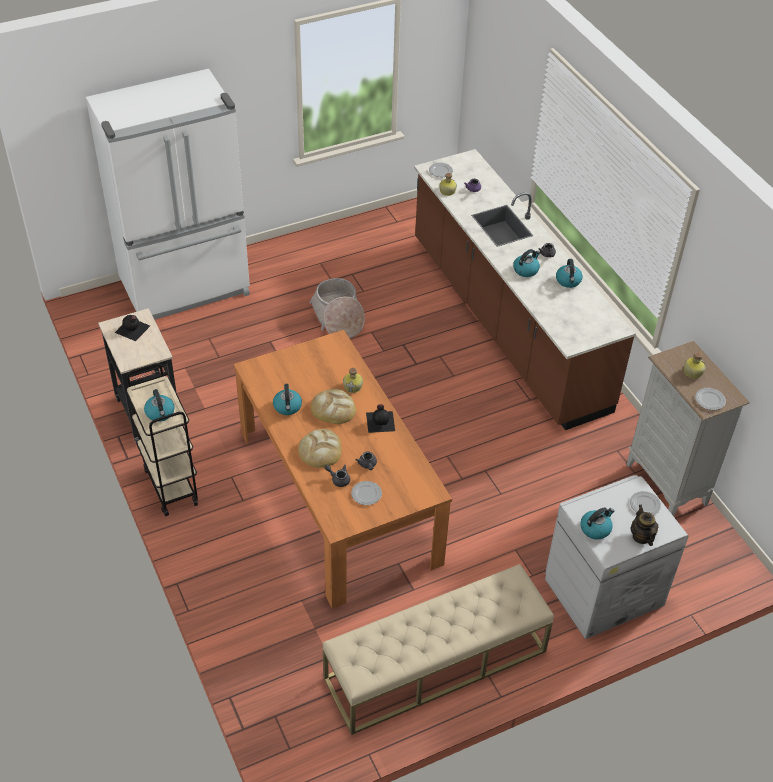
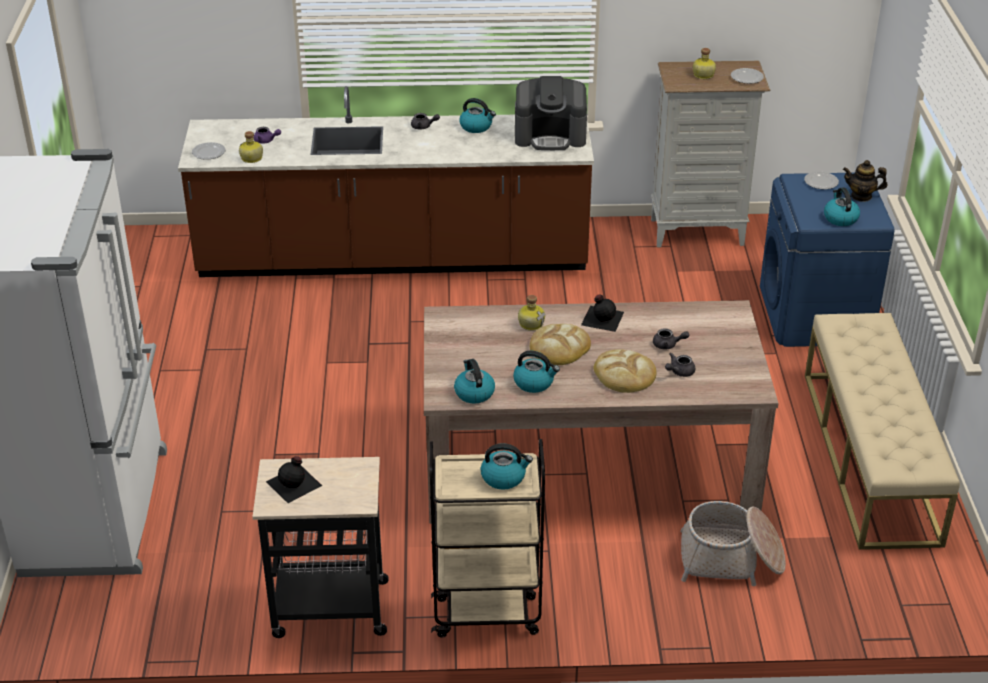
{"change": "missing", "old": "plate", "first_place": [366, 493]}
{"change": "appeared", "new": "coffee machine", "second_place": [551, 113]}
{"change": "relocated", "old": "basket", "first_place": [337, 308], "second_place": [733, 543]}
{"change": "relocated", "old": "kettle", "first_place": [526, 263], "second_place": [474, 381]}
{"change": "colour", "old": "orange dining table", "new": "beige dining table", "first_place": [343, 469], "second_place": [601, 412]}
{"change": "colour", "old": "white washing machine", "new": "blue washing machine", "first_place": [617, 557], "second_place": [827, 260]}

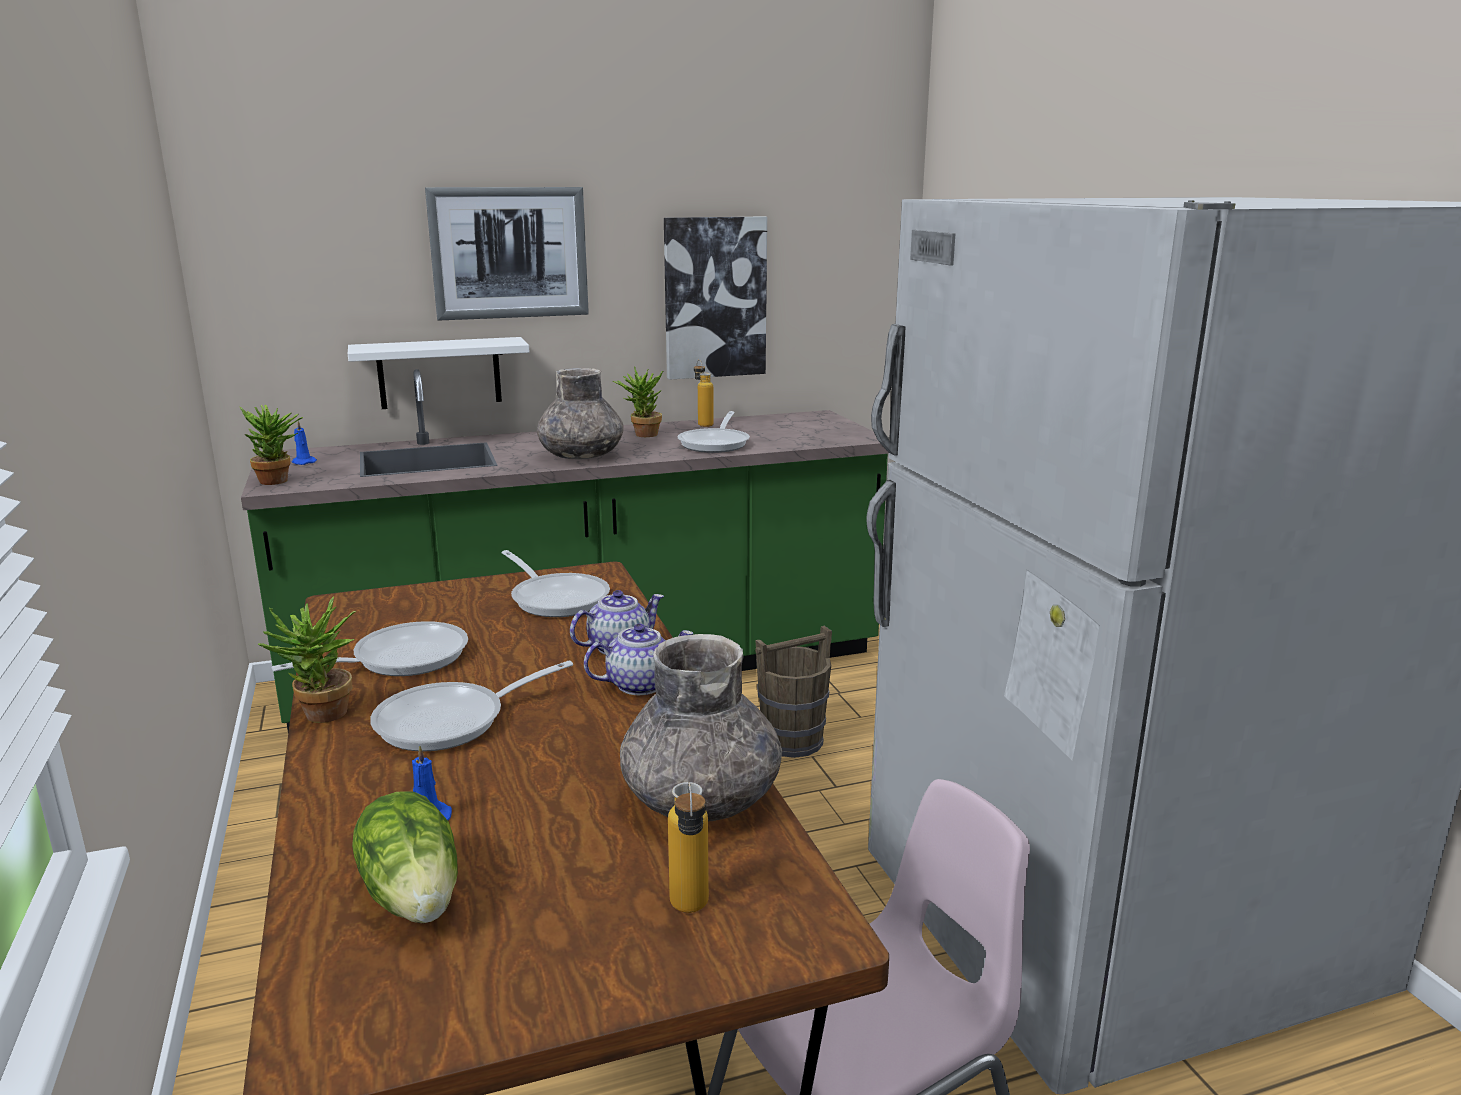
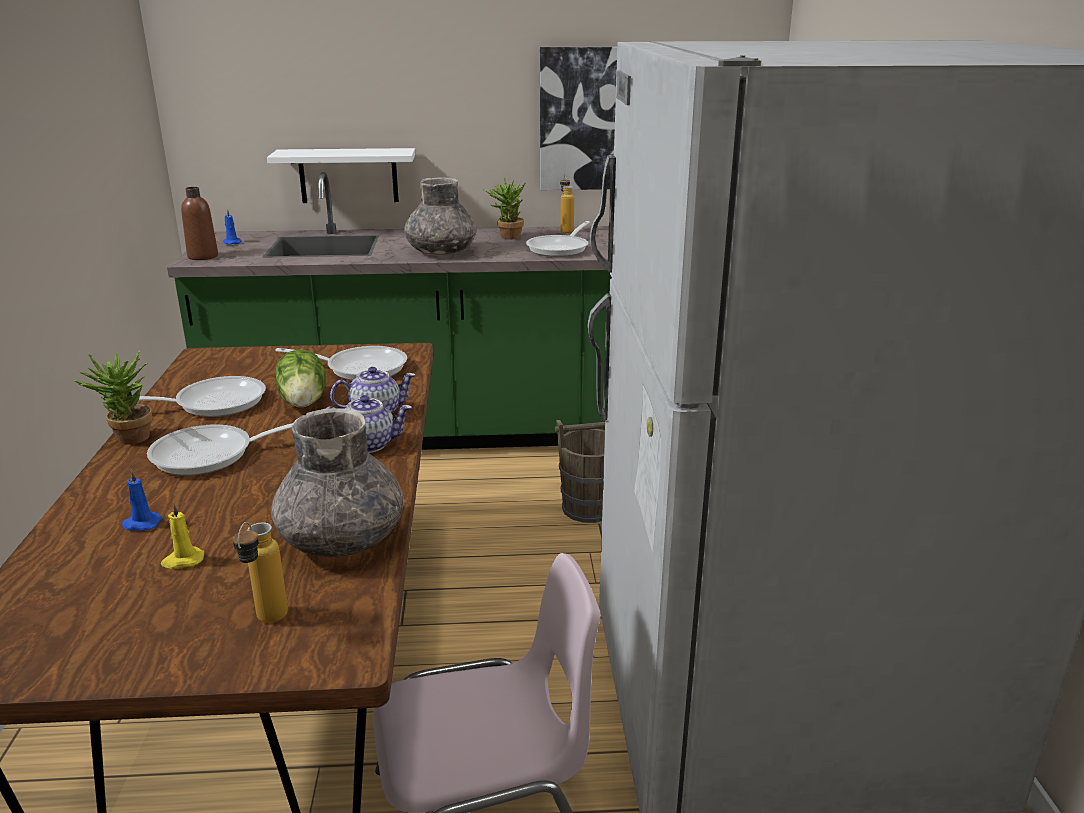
{"change": "missing", "old": "picture", "first_place": [507, 253]}
{"change": "appeared", "new": "yellow candle", "second_place": [182, 535]}
{"change": "relocated", "old": "lettuce", "first_place": [405, 857], "second_place": [301, 378]}
{"change": "exchanged", "old": "potted plant", "new": "brown bottle", "first_place": [271, 445], "second_place": [199, 223]}
{"change": "spun", "old": "frying pan", "first_place": [555, 583], "second_place": [341, 363], "degrees": -60}

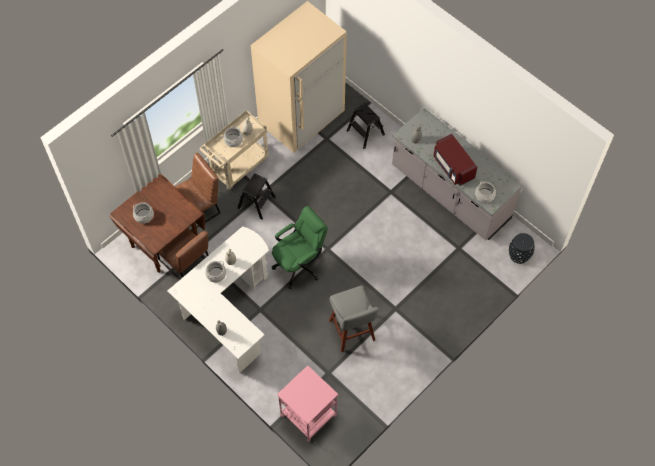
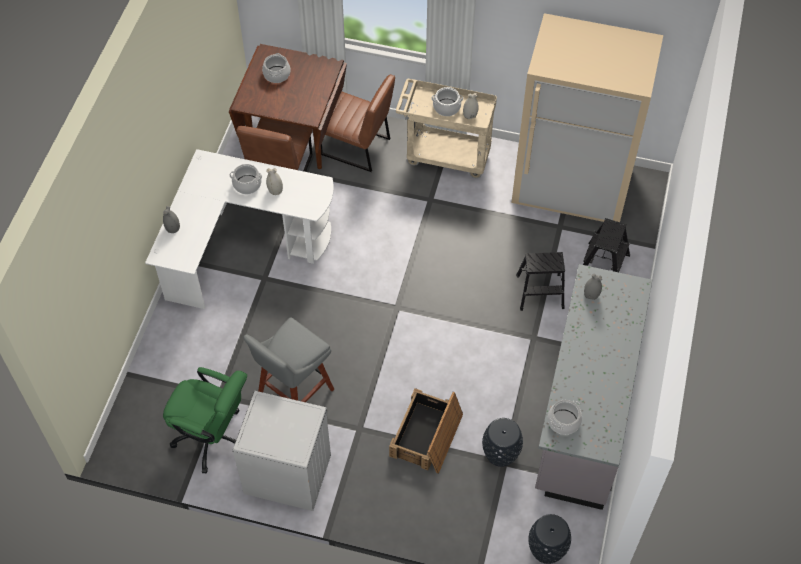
{"change": "missing", "old": "pink cart", "first_place": [307, 403]}
{"change": "missing", "old": "red microwave", "first_place": [456, 160]}
{"change": "appeared", "new": "white washing machine", "second_place": [282, 451]}
{"change": "appeared", "new": "crate", "second_place": [426, 431]}
{"change": "appeared", "new": "black stool", "second_place": [502, 442]}
{"change": "relocated", "old": "black step ladder", "first_place": [256, 196], "second_place": [540, 281]}
{"change": "relocated", "old": "green office chair", "first_place": [300, 247], "second_place": [205, 420]}

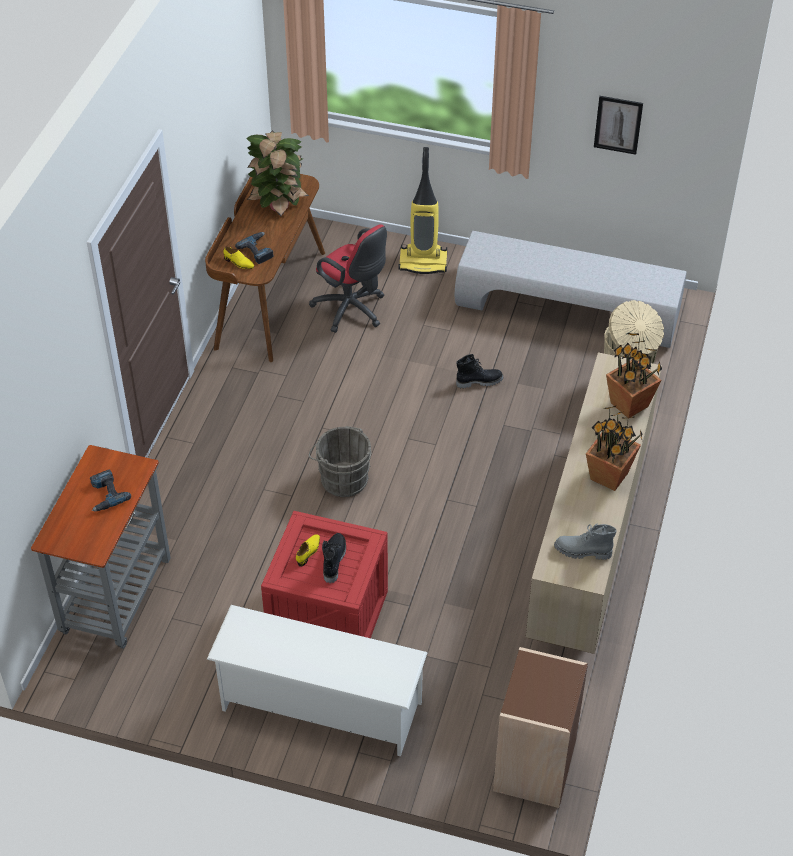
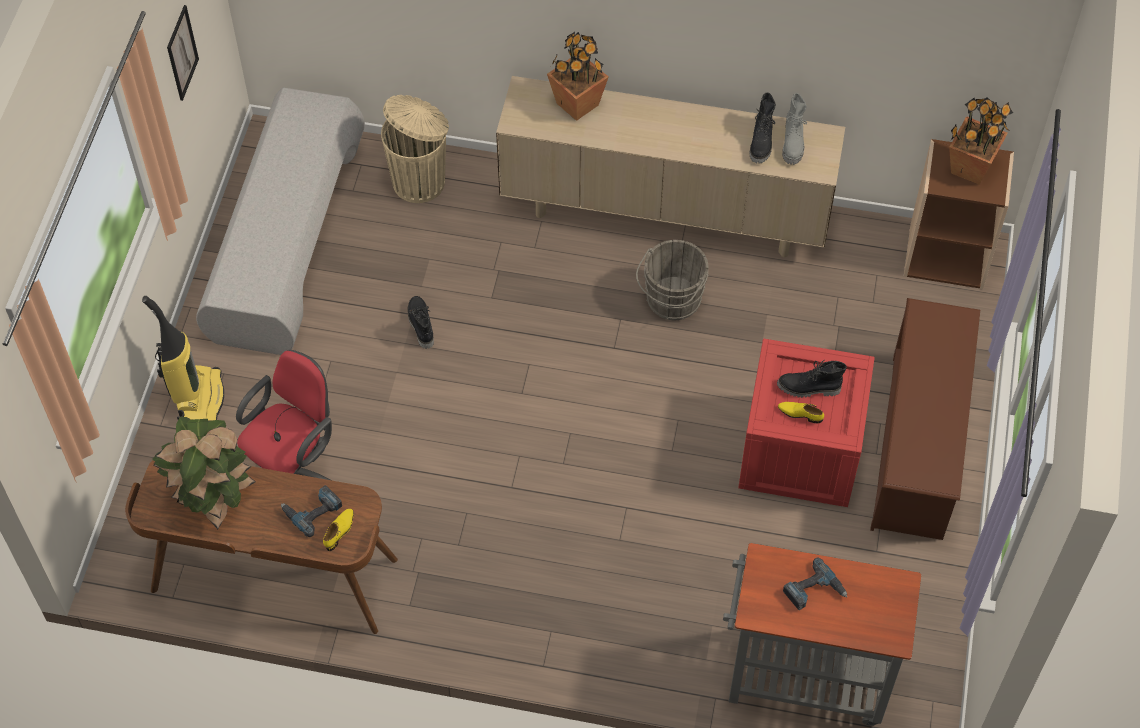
{"change": "appeared", "new": "black boot", "second_place": [762, 128]}
{"change": "relocated", "old": "grey bucket", "first_place": [340, 461], "second_place": [672, 280]}
{"change": "relocated", "old": "potted plant", "first_place": [614, 448], "second_place": [981, 140]}
{"change": "colour", "old": "white shoe rack", "new": "brown shoe rack", "first_place": [317, 680], "second_place": [925, 419]}

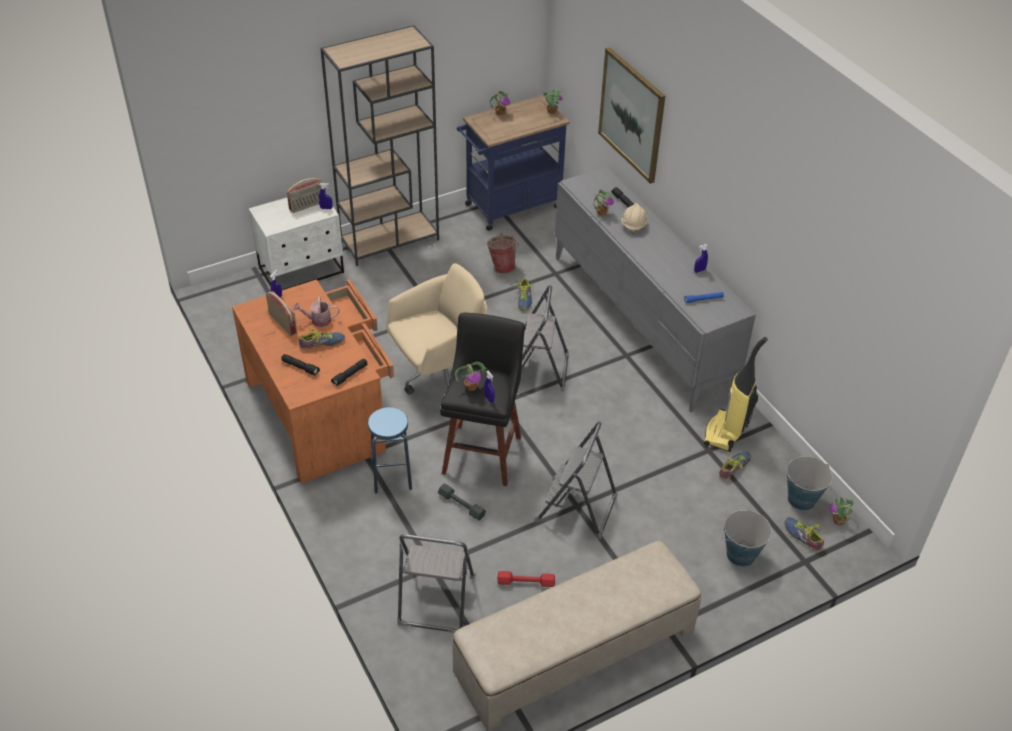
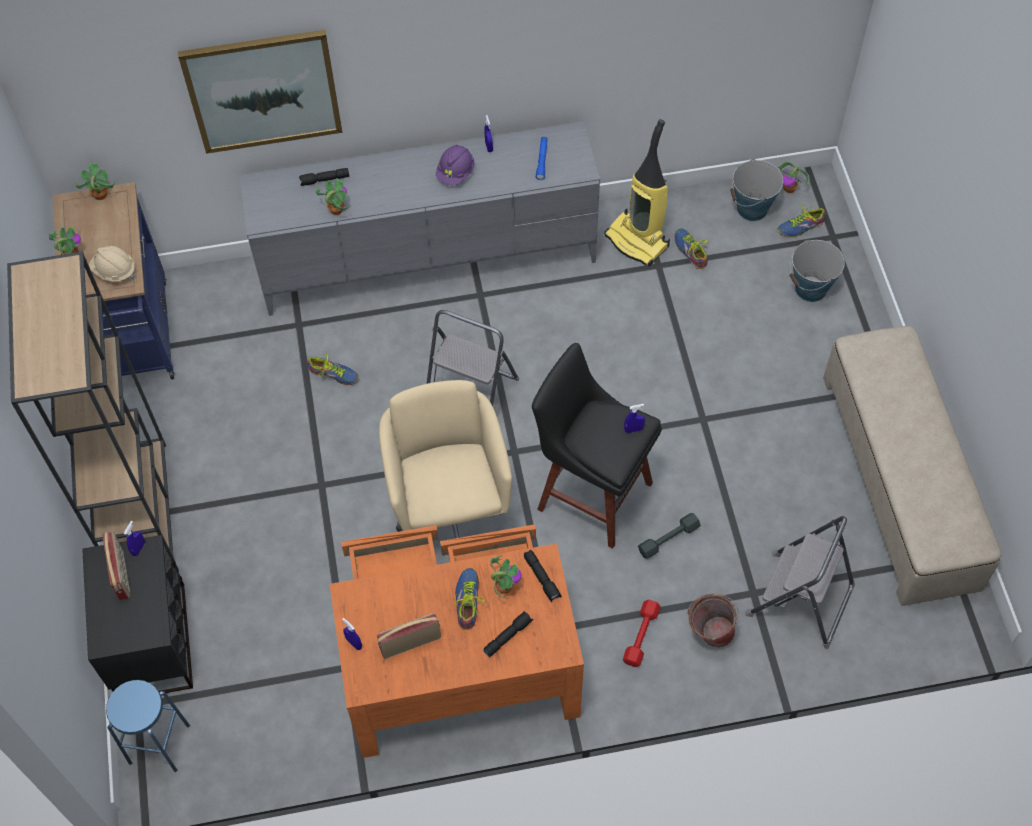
{"change": "missing", "old": "watering can", "first_place": [316, 312]}
{"change": "missing", "old": "grey step ladder", "first_place": [575, 480]}
{"change": "appeared", "new": "purple hard hat", "second_place": [455, 165]}
{"change": "relocated", "old": "blue stool", "first_place": [390, 450], "second_place": [148, 726]}
{"change": "relocated", "old": "potted plant", "first_place": [471, 376], "second_place": [506, 576]}
{"change": "relocated", "old": "bucket", "first_place": [503, 253], "second_place": [713, 620]}
{"change": "relocated", "old": "red dumbbell", "first_place": [526, 579], "second_place": [642, 633]}
{"change": "relocated", "old": "beige hard hat", "first_place": [635, 218], "second_place": [112, 264]}
{"change": "colour", "old": "white nightstand", "new": "black nightstand", "first_place": [296, 244], "second_place": [137, 614]}

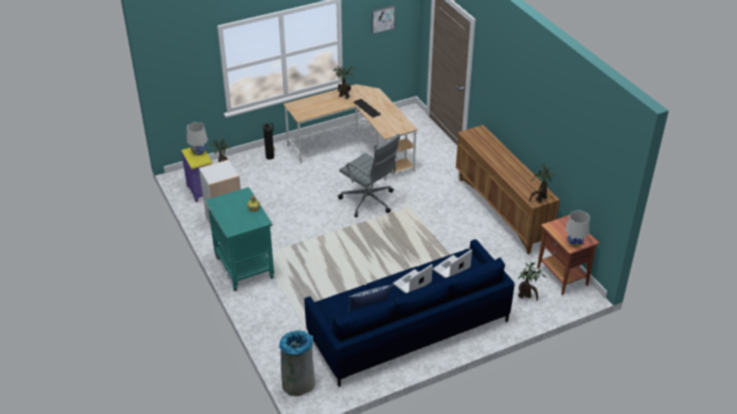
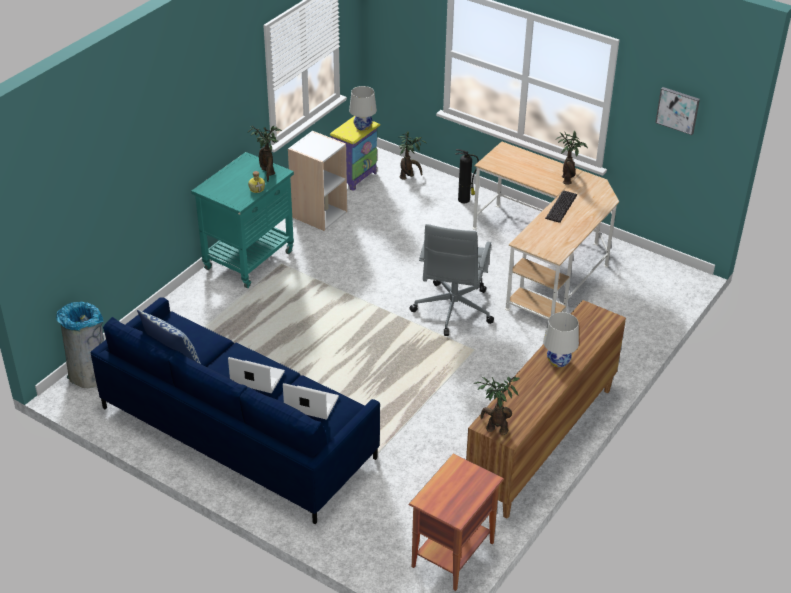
{"change": "relocated", "old": "potted plant", "first_place": [532, 281], "second_place": [264, 153]}
{"change": "relocated", "old": "white table lamp", "first_place": [577, 228], "second_place": [561, 339]}

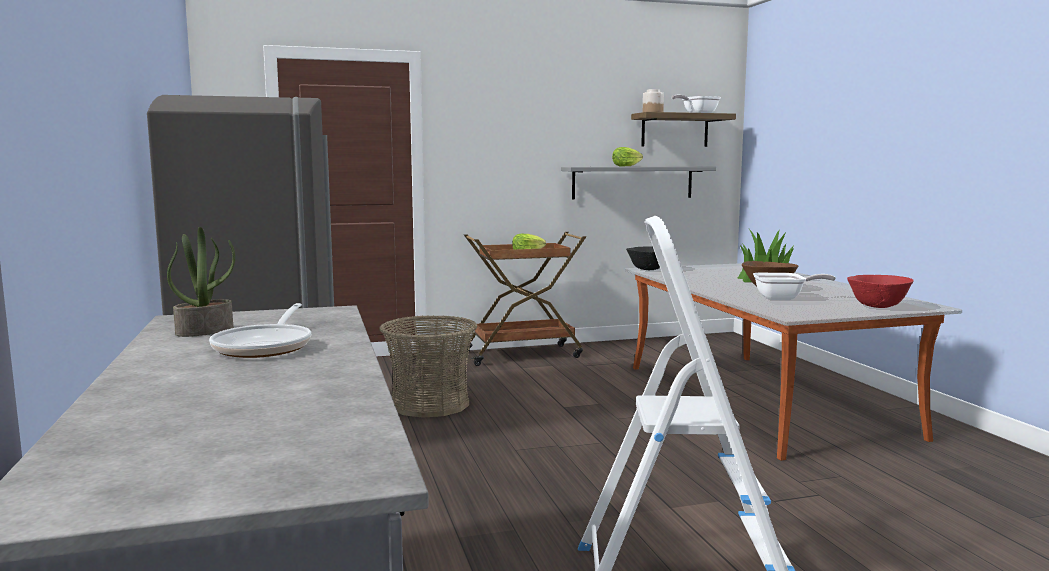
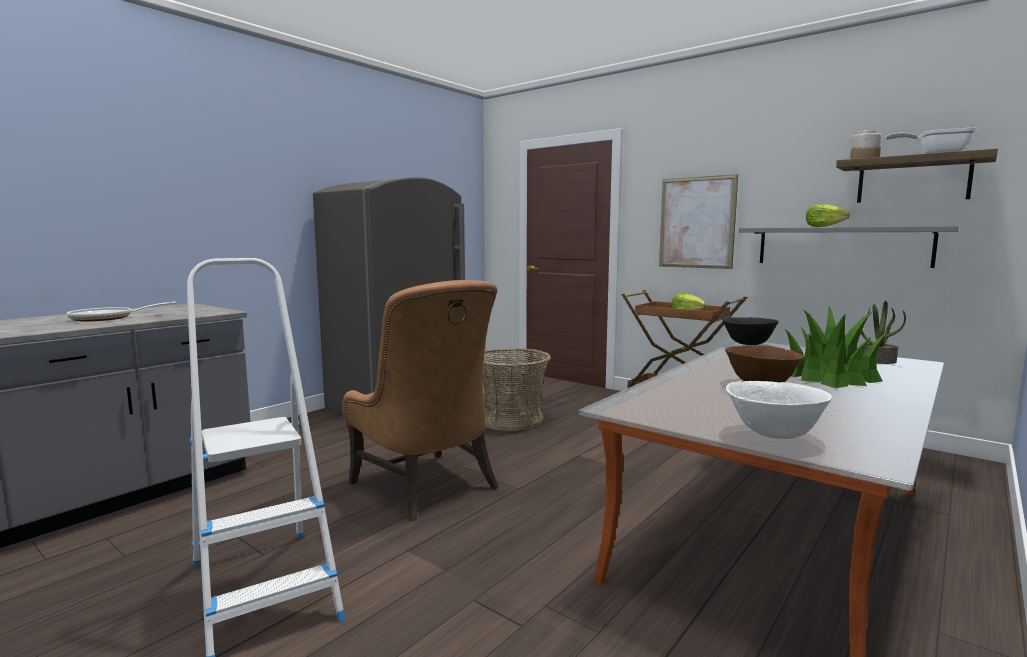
{"change": "missing", "old": "frying pan", "first_place": [794, 286]}
{"change": "appeared", "new": "brown chair", "second_place": [420, 400]}
{"change": "appeared", "new": "picture", "second_place": [698, 221]}
{"change": "relocated", "old": "potted plant", "first_place": [201, 282], "second_place": [883, 332]}
{"change": "colour", "old": "red bowl", "new": "white bowl", "first_place": [880, 291], "second_place": [779, 410]}

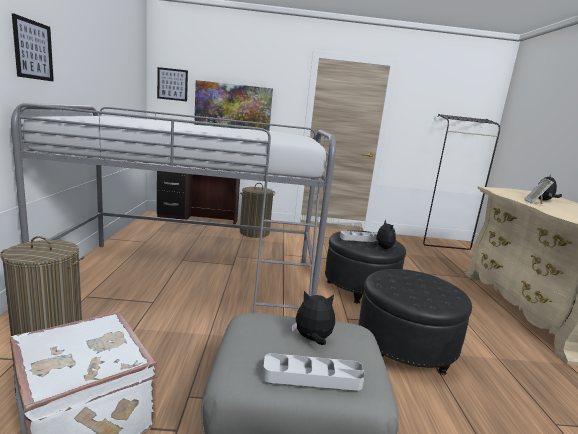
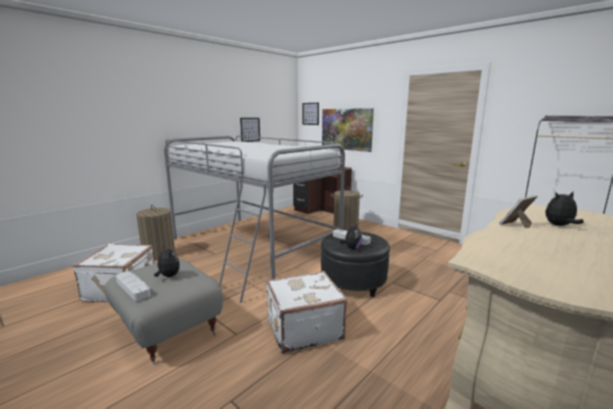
{"change": "relocated", "old": "picture", "first_place": [33, 47], "second_place": [250, 130]}
{"change": "exchanged", "old": "black ottoman", "new": "white suitcase", "first_place": [415, 322], "second_place": [306, 312]}

